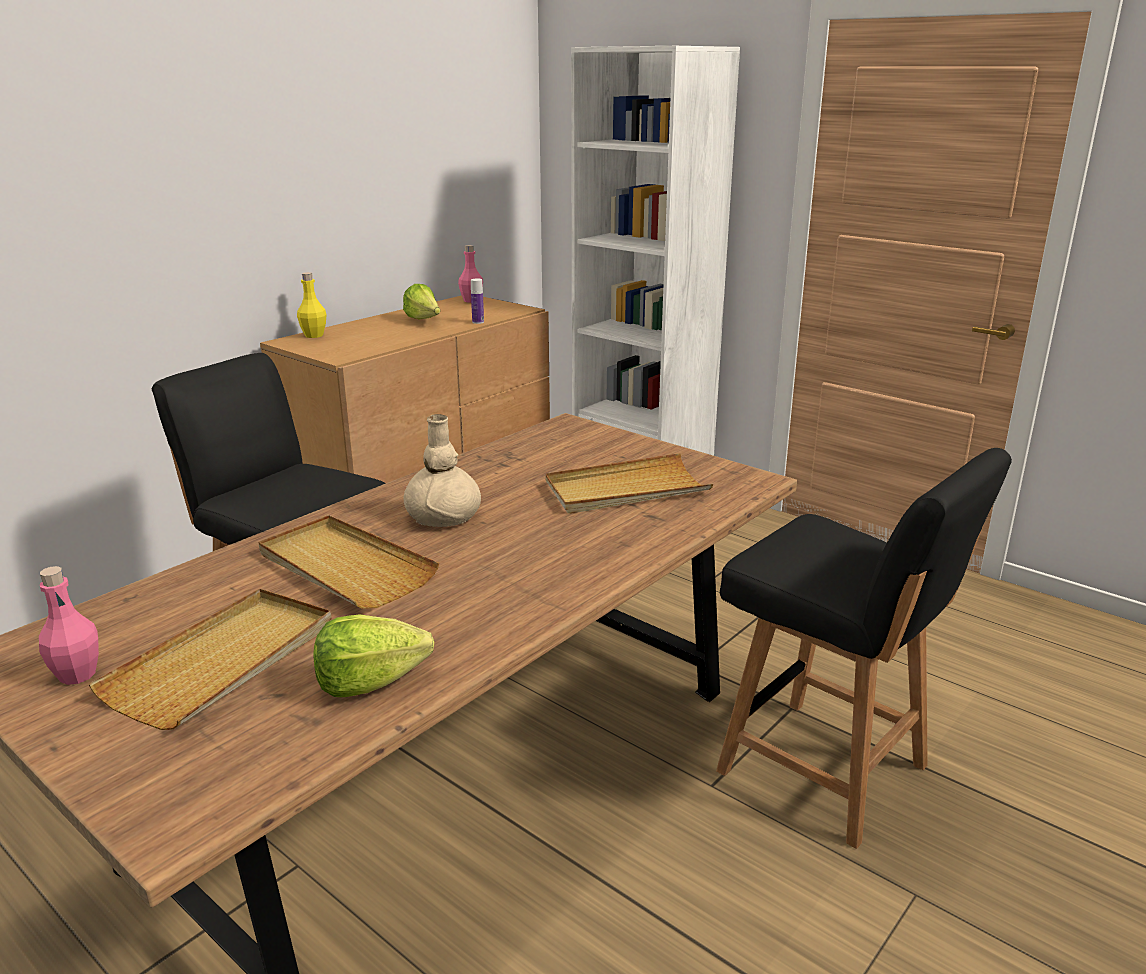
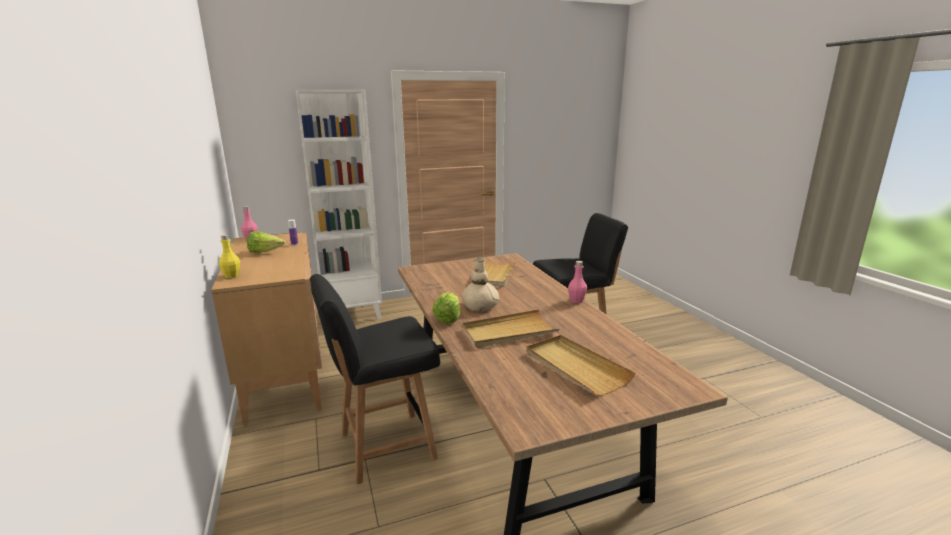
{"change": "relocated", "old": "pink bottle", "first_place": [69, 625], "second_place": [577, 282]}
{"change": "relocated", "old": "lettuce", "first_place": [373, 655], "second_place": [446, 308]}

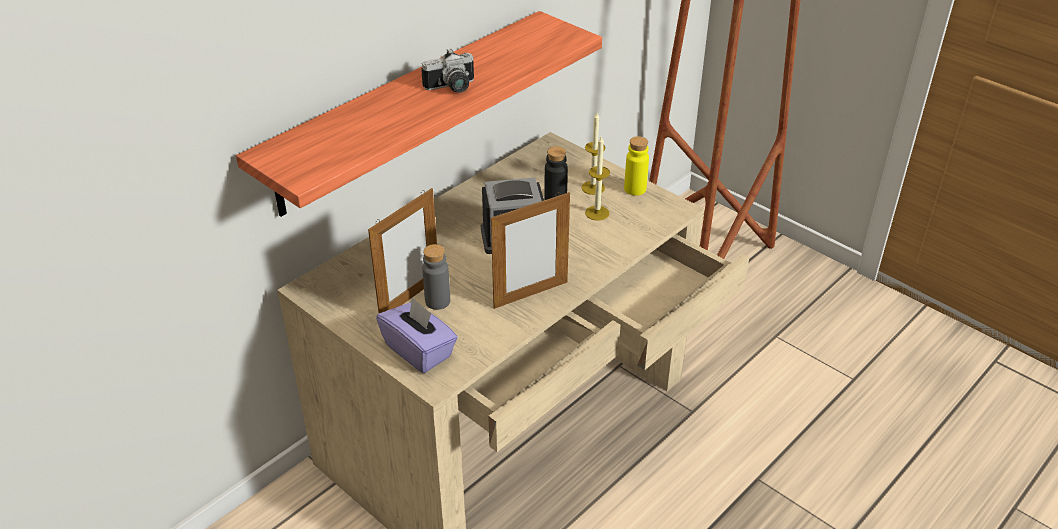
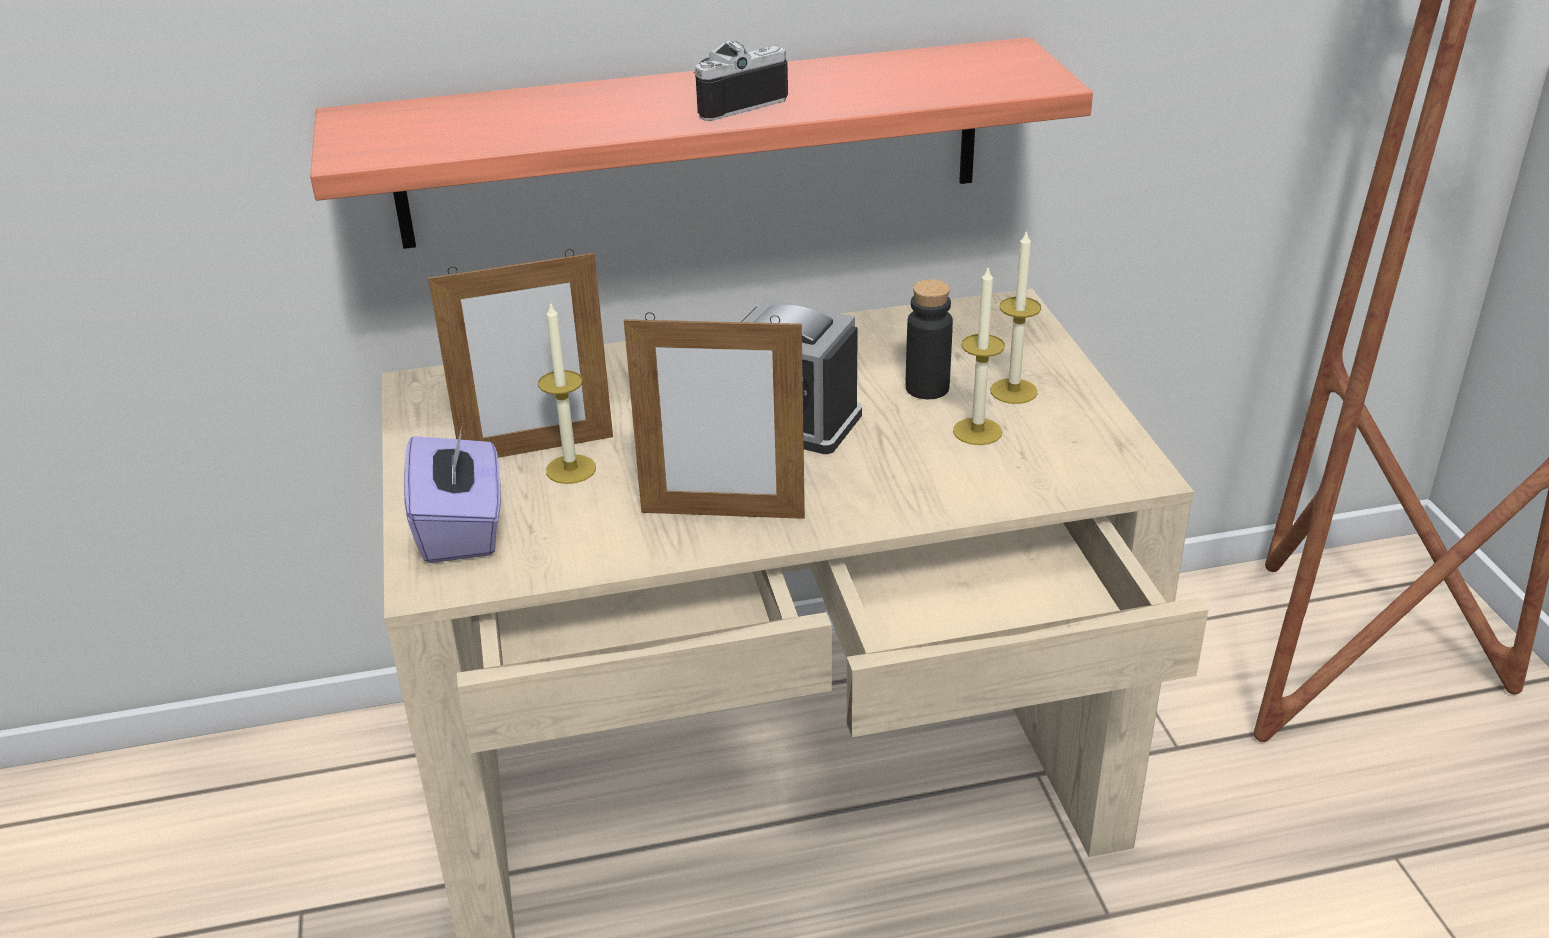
{"change": "missing", "old": "yellow bottle", "first_place": [636, 166]}
{"change": "exchanged", "old": "grey bottle", "new": "candle", "first_place": [436, 277], "second_place": [567, 393]}
{"change": "spun", "old": "photo camera", "first_place": [447, 71], "second_place": [741, 80], "degrees": 135}

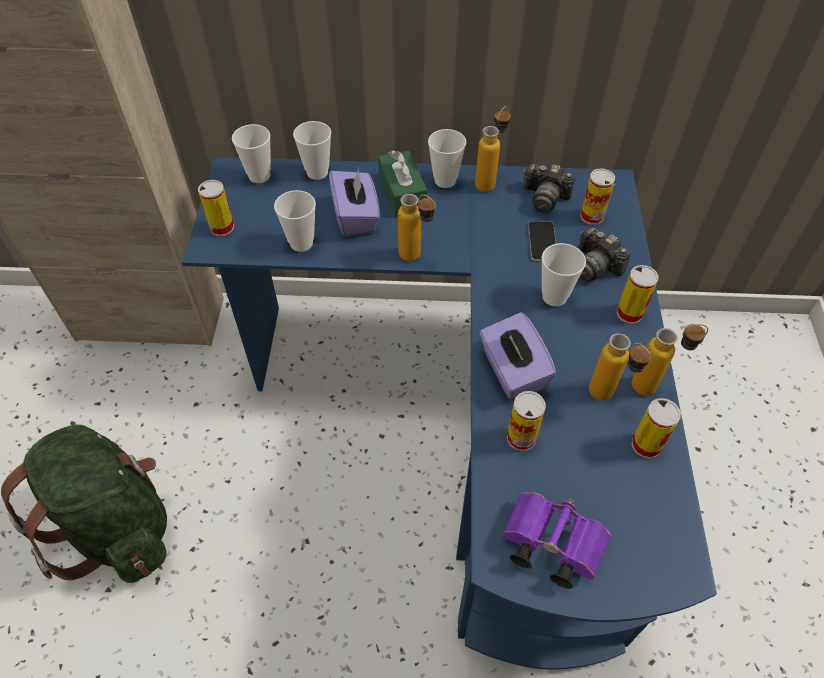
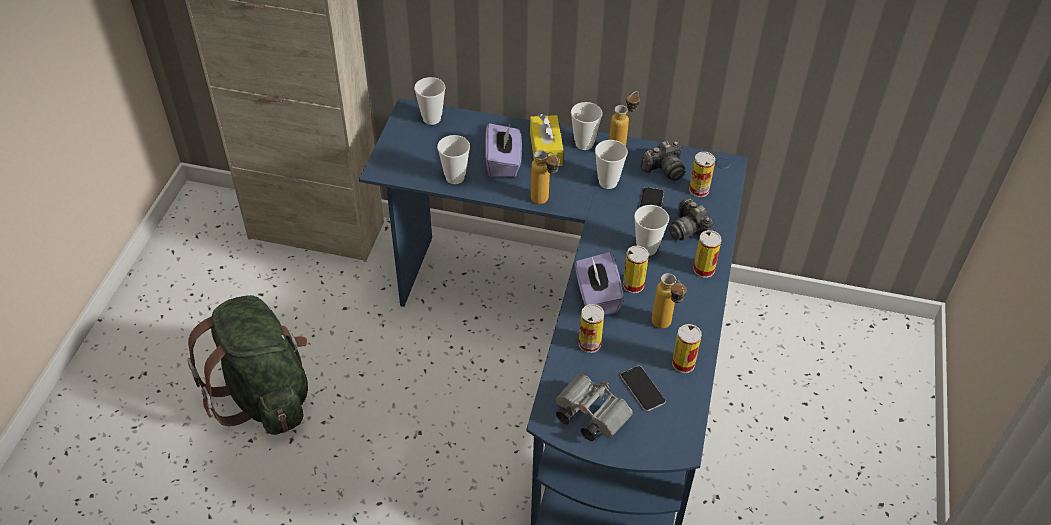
{"change": "missing", "old": "bottle", "first_place": [670, 359]}
{"change": "appeared", "new": "phone", "second_place": [643, 388]}
{"change": "relocated", "old": "can", "first_place": [216, 208], "second_place": [636, 269]}
{"change": "relocated", "old": "cup", "first_place": [312, 150], "second_place": [611, 164]}
{"change": "colour", "old": "green tissue box", "new": "yellow tissue box", "first_place": [402, 183], "second_place": [546, 140]}
{"change": "colour", "old": "purple binoculars", "new": "grey binoculars", "first_place": [557, 540], "second_place": [594, 408]}
{"change": "spun", "old": "photo camera", "first_place": [549, 188], "second_place": [662, 161], "degrees": -60}

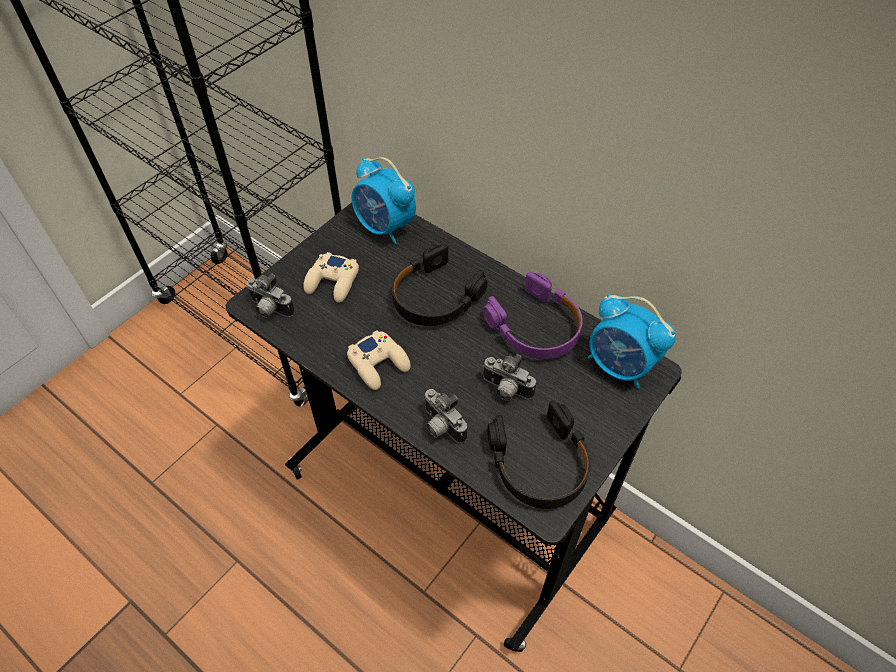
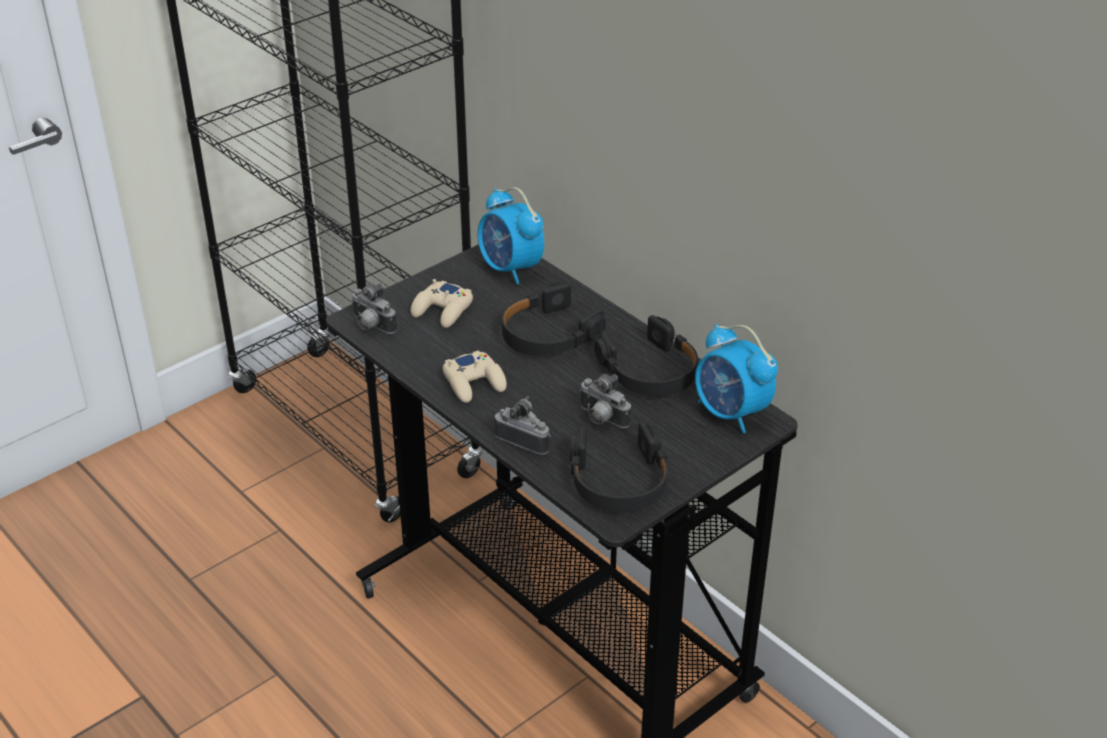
{"change": "colour", "old": "purple headphones", "new": "black headphones", "first_place": [533, 315], "second_place": [646, 356]}
{"change": "spun", "old": "photo camera", "first_place": [445, 416], "second_place": [523, 425], "degrees": 150}

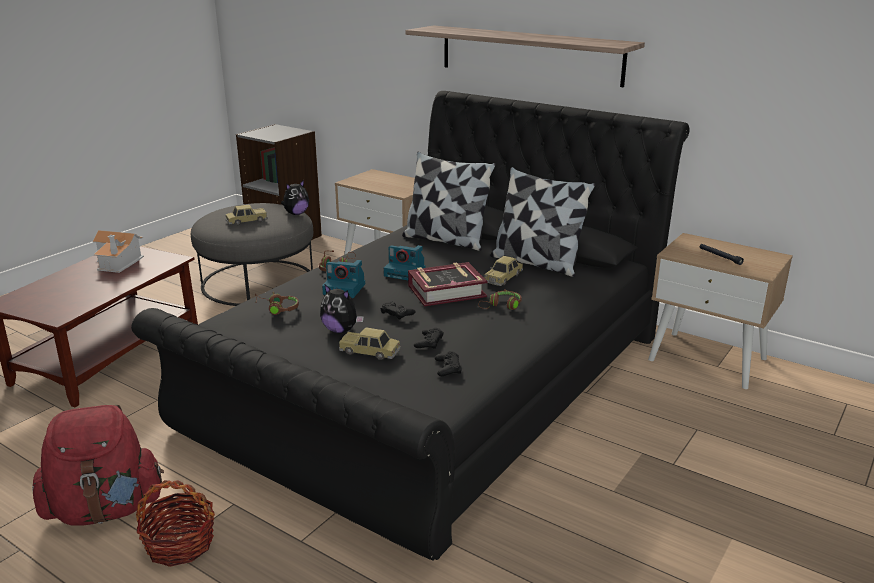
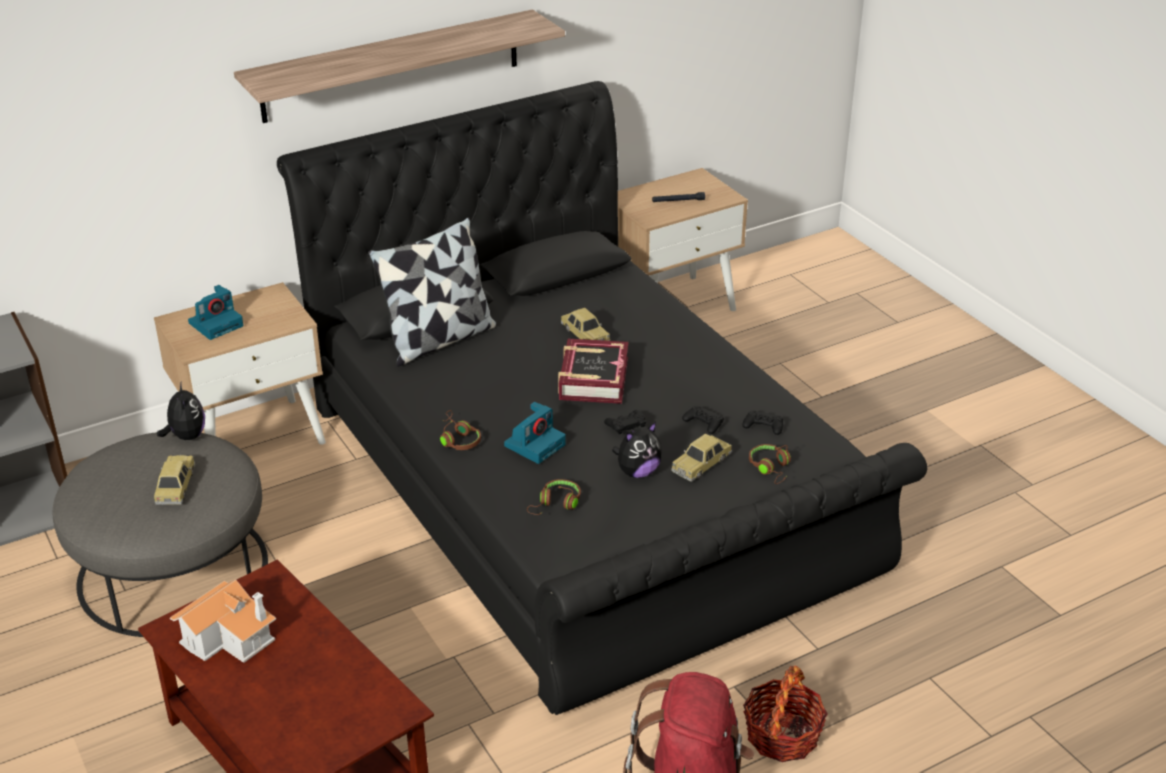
{"change": "missing", "old": "pillow", "first_place": [543, 222]}
{"change": "relocated", "old": "photo camera", "first_place": [404, 262], "second_place": [215, 312]}
{"change": "relocated", "old": "brown headphones", "first_place": [500, 299], "second_place": [770, 464]}

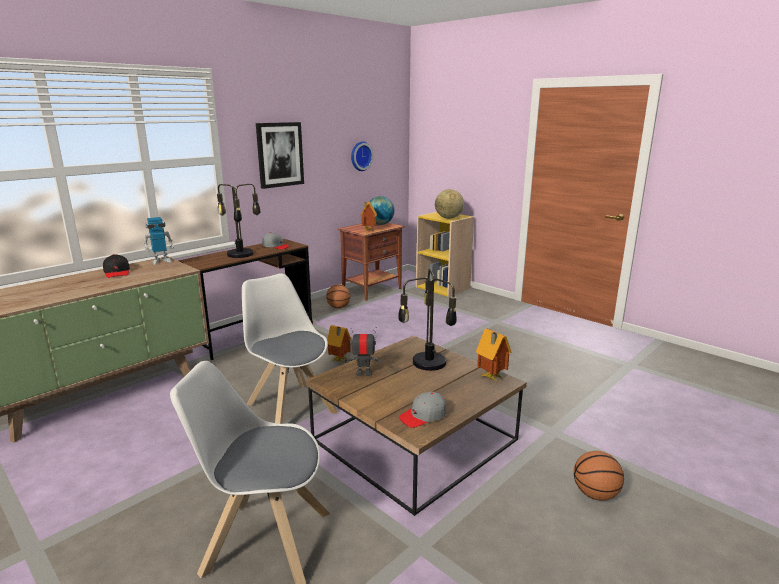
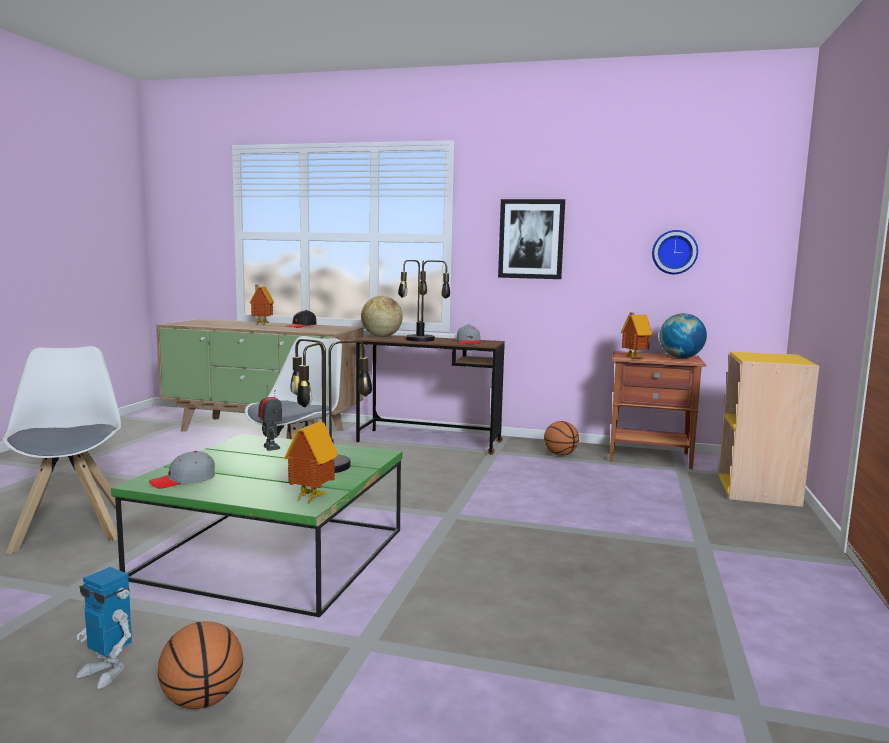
{"change": "relocated", "old": "toy robot", "first_place": [158, 241], "second_place": [104, 628]}
{"change": "relocated", "old": "toy house", "first_place": [339, 344], "second_place": [262, 304]}
{"change": "relocated", "old": "globe", "first_place": [449, 204], "second_place": [382, 316]}
{"change": "colour", "old": "brown coffee table", "new": "green coffee table", "first_place": [416, 426], "second_place": [257, 525]}
{"change": "spun", "old": "grey cap", "first_place": [422, 410], "second_place": [182, 470], "degrees": -60}

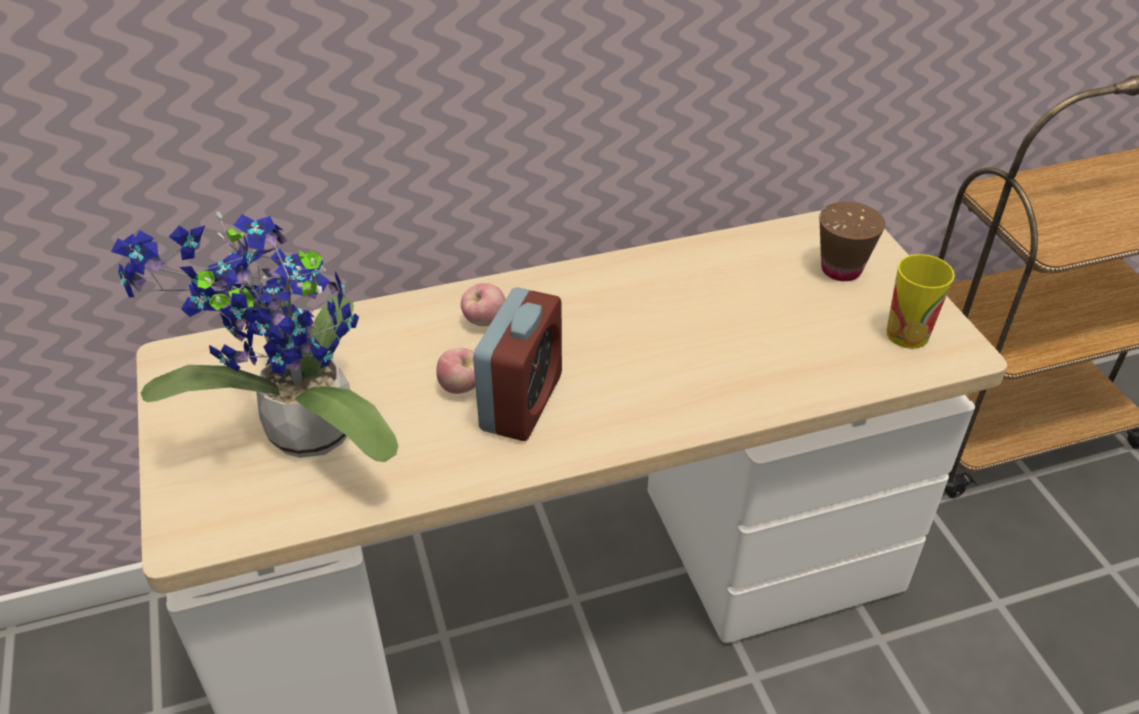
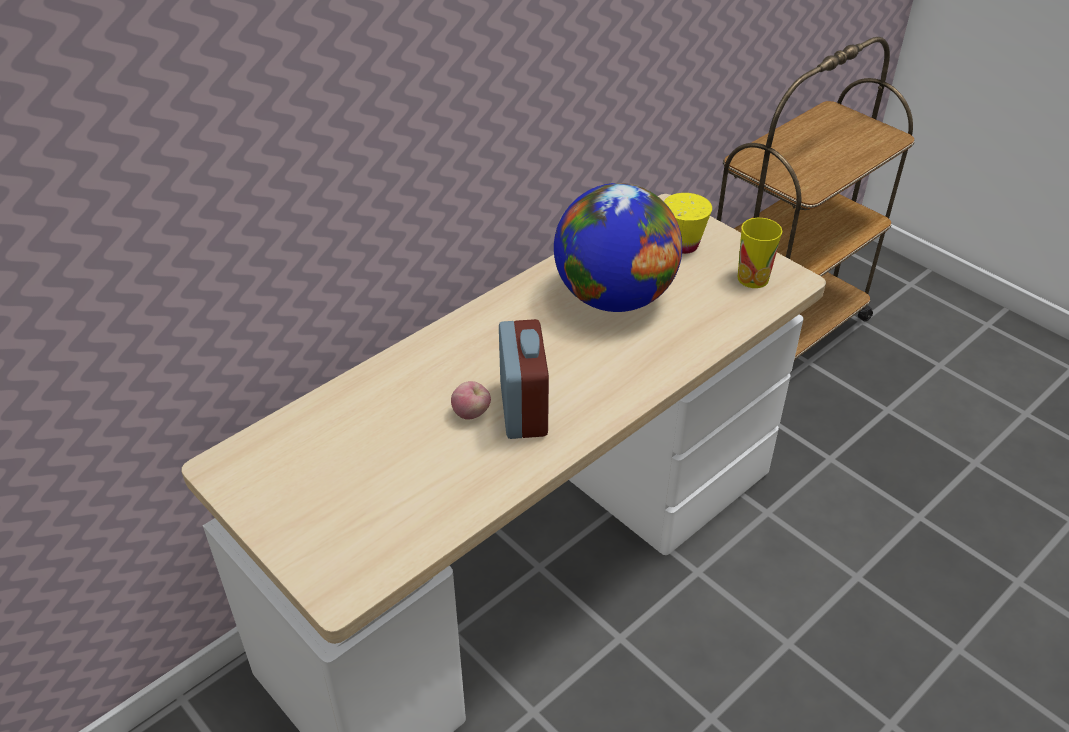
{"change": "missing", "old": "potted plant", "first_place": [254, 337]}
{"change": "missing", "old": "apple", "first_place": [483, 304]}
{"change": "appeared", "new": "globe", "second_place": [618, 247]}
{"change": "colour", "old": "brown cup", "new": "yellow cup", "first_place": [852, 241], "second_place": [688, 223]}

